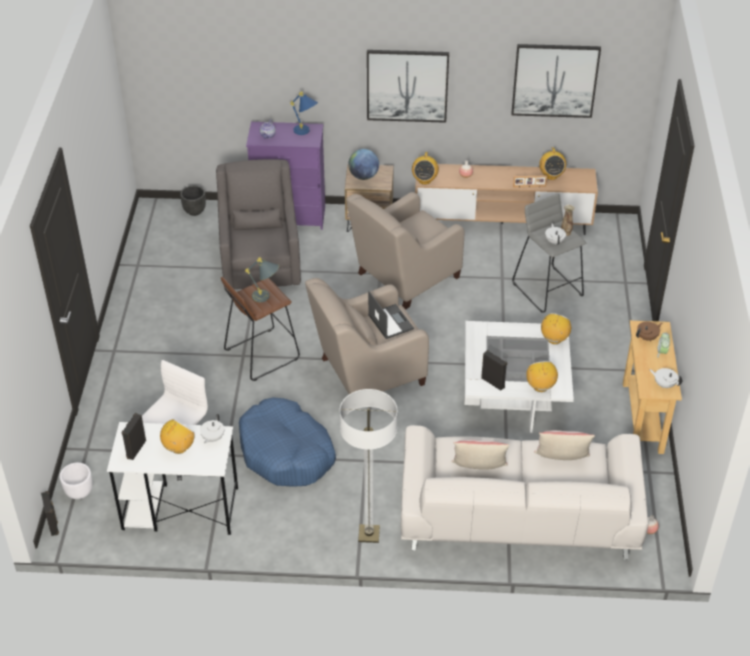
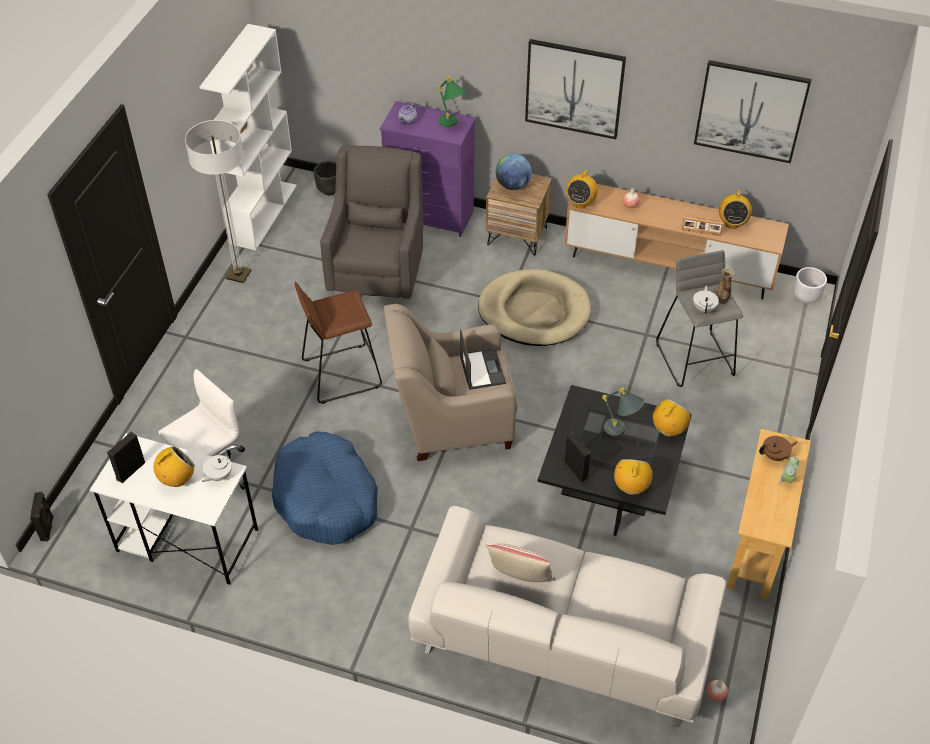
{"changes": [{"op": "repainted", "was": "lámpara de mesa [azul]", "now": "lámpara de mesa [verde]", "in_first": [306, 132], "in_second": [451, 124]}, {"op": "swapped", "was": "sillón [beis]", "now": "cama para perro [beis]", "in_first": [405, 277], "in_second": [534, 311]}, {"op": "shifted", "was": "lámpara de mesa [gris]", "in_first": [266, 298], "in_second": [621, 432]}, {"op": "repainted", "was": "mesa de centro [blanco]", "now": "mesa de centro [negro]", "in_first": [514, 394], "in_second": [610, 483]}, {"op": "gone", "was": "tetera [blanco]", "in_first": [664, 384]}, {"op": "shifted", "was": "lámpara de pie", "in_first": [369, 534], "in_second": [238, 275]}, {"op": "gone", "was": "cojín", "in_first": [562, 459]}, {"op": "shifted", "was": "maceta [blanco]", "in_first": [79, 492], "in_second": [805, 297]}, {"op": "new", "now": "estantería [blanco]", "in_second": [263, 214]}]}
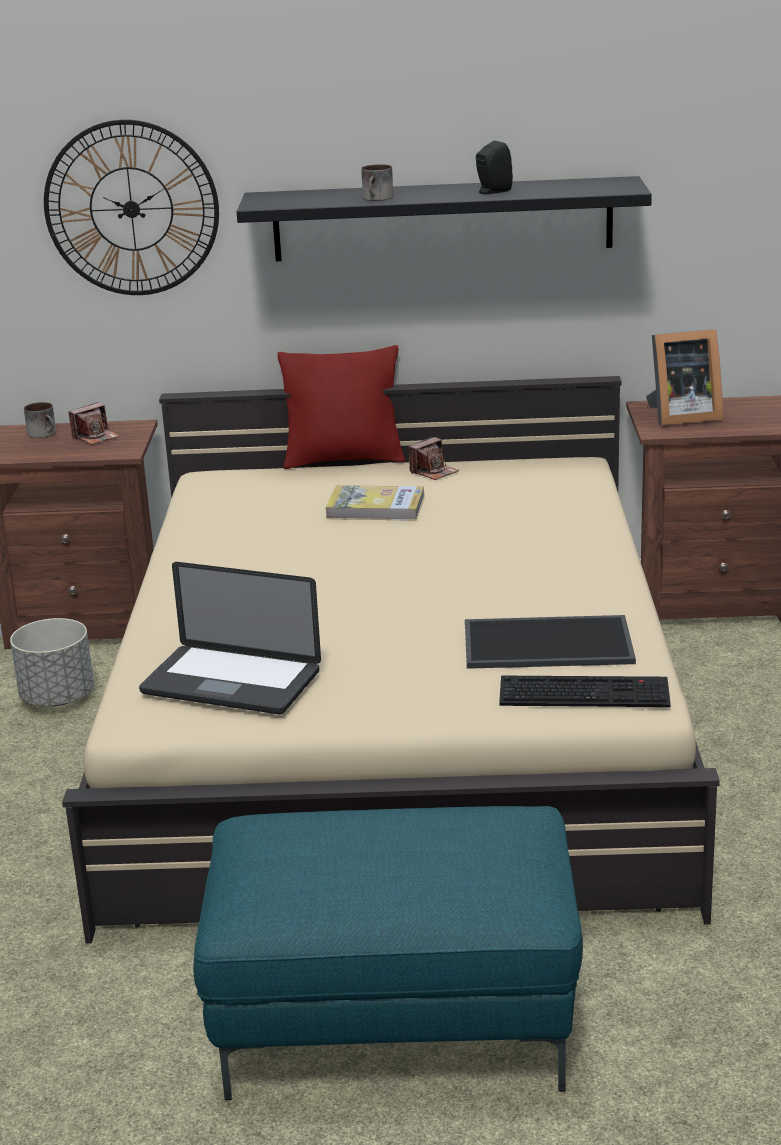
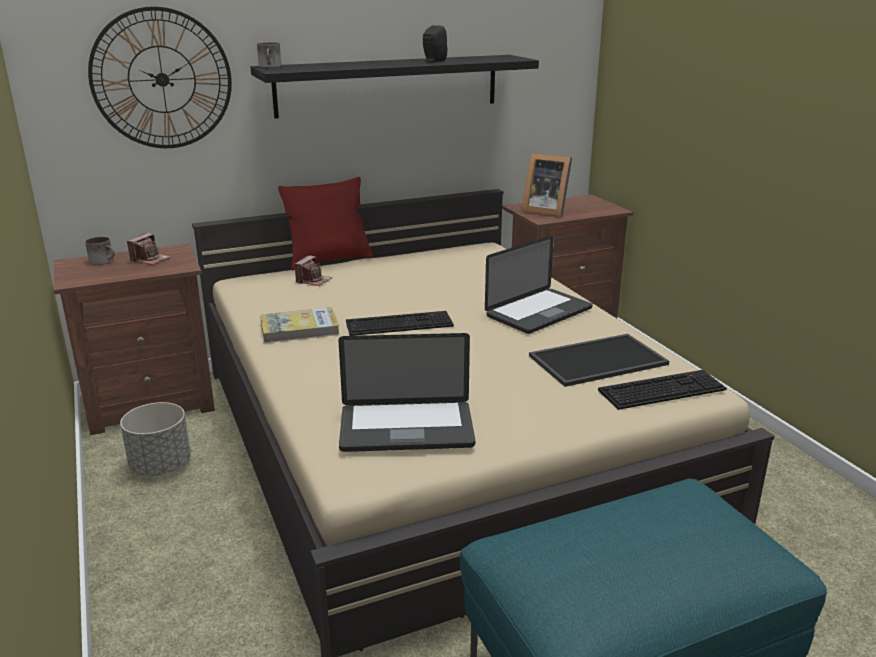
{"changes": [{"op": "shifted", "was": "taza grande", "in_first": [378, 198], "in_second": [271, 67]}, {"op": "rotated", "was": "portarretratos", "in_first": [680, 416], "in_second": [545, 210], "clockwise": 60}, {"op": "shifted", "was": "cámara", "in_first": [434, 472], "in_second": [313, 281]}, {"op": "shifted", "was": "libro", "in_first": [375, 508], "in_second": [299, 329]}, {"op": "new", "now": "portátil", "in_second": [539, 312]}, {"op": "new", "now": "teclado", "in_second": [400, 323]}]}
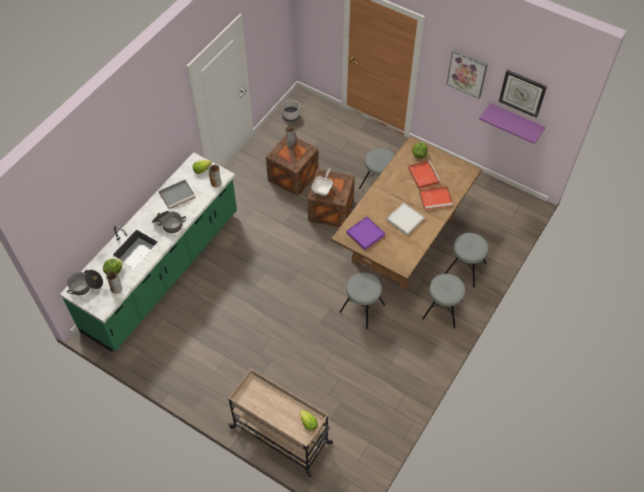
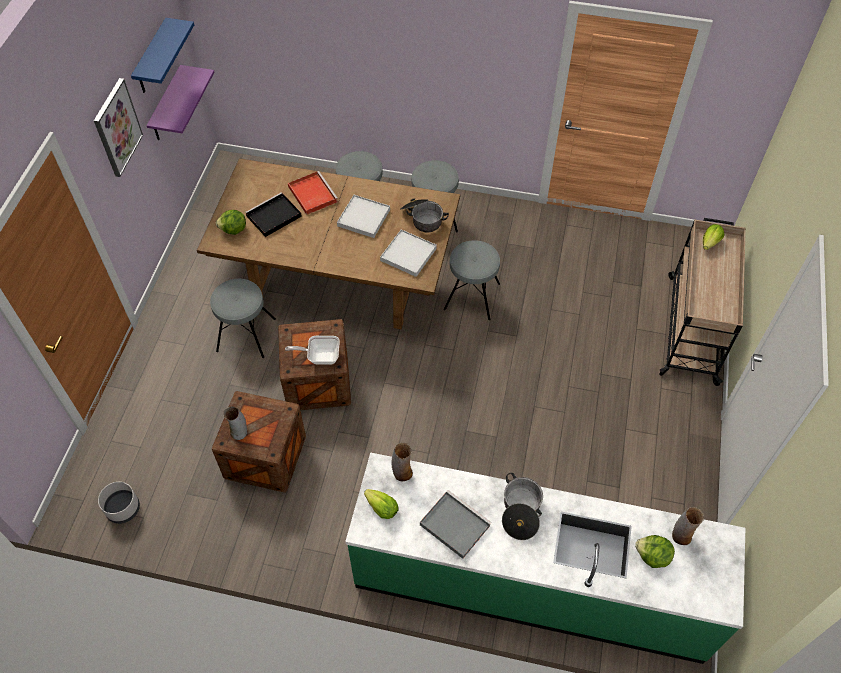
{"changes": [{"op": "swapped", "was": "reloj de pared", "now": "estante [azul]", "in_first": [522, 93], "in_second": [152, 58]}, {"op": "repainted", "was": "bandeja [rojo]", "now": "bandeja [negro]", "in_first": [423, 175], "in_second": [273, 217]}, {"op": "repainted", "was": "bandeja [morado]", "now": "bandeja [blanco]", "in_first": [365, 234], "in_second": [408, 254]}, {"op": "shifted", "was": "olla", "in_first": [86, 286], "in_second": [422, 219]}]}
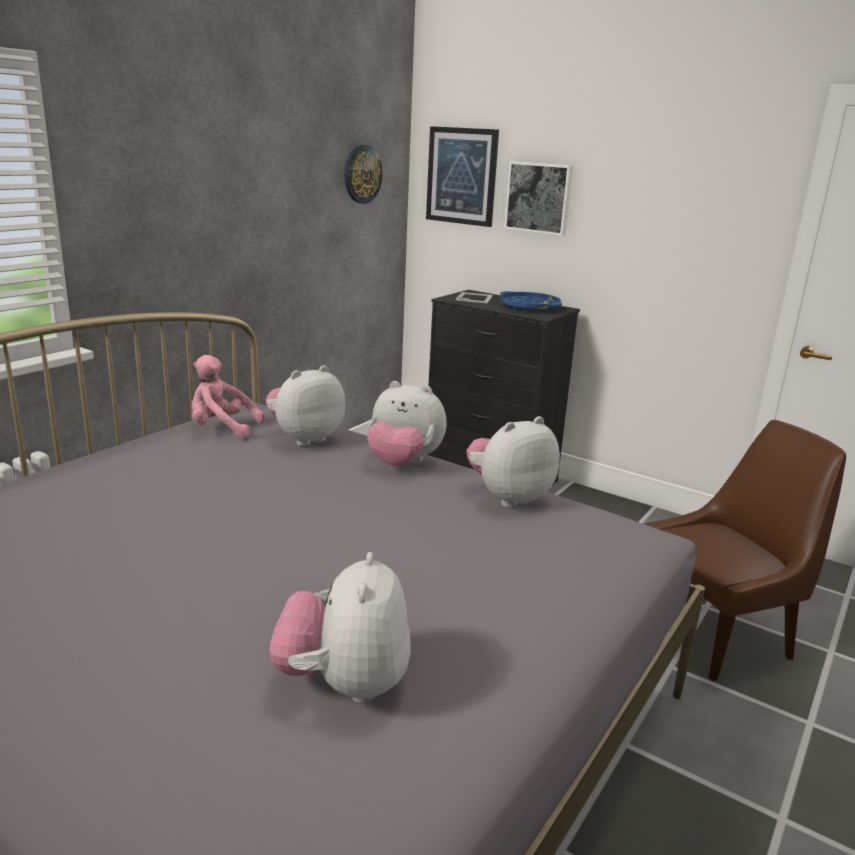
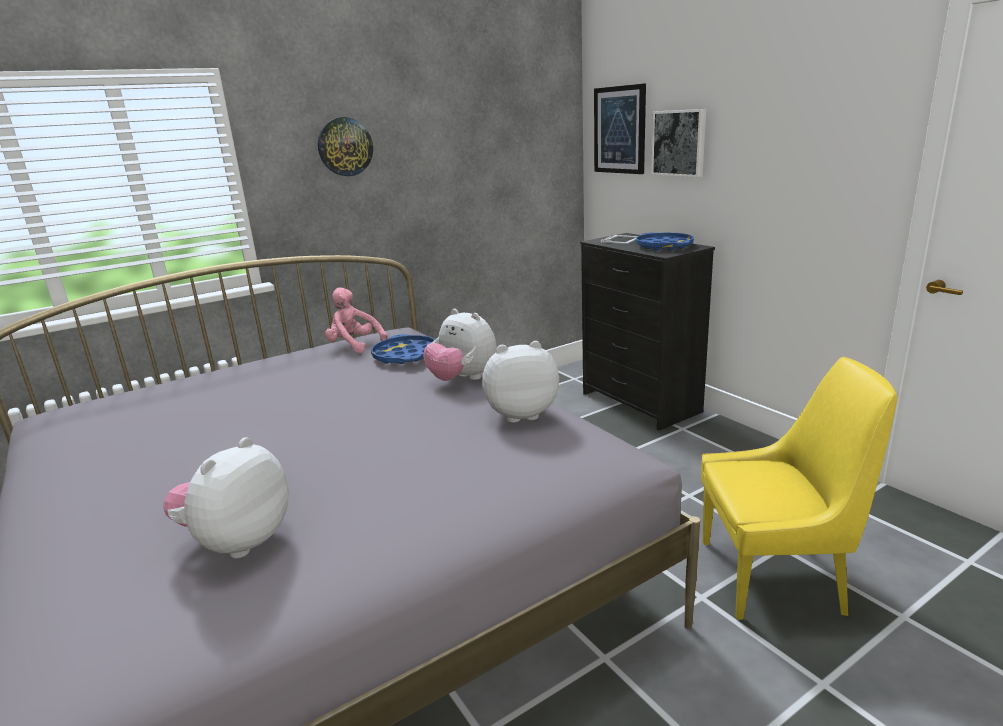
{"changes": [{"op": "shifted", "was": "reloj de pared", "in_first": [362, 174], "in_second": [345, 147]}, {"op": "swapped", "was": "peluche", "now": "bandeja [azul]", "in_first": [305, 438], "in_second": [405, 355]}, {"op": "repainted", "was": "silla [marrón]", "now": "silla [amarillo]", "in_first": [718, 634], "in_second": [776, 576]}]}
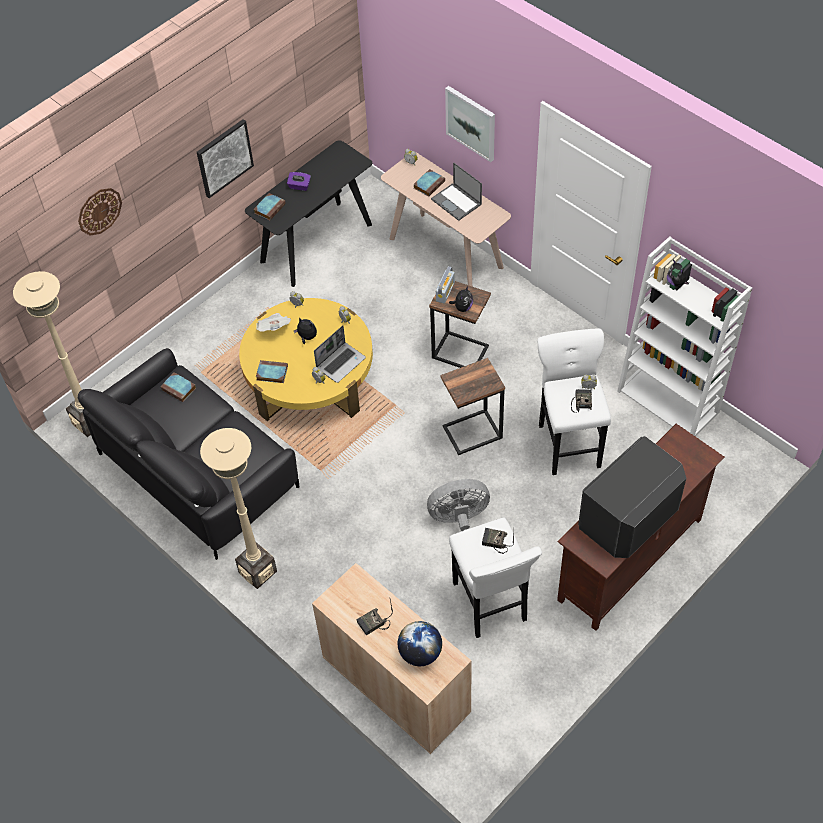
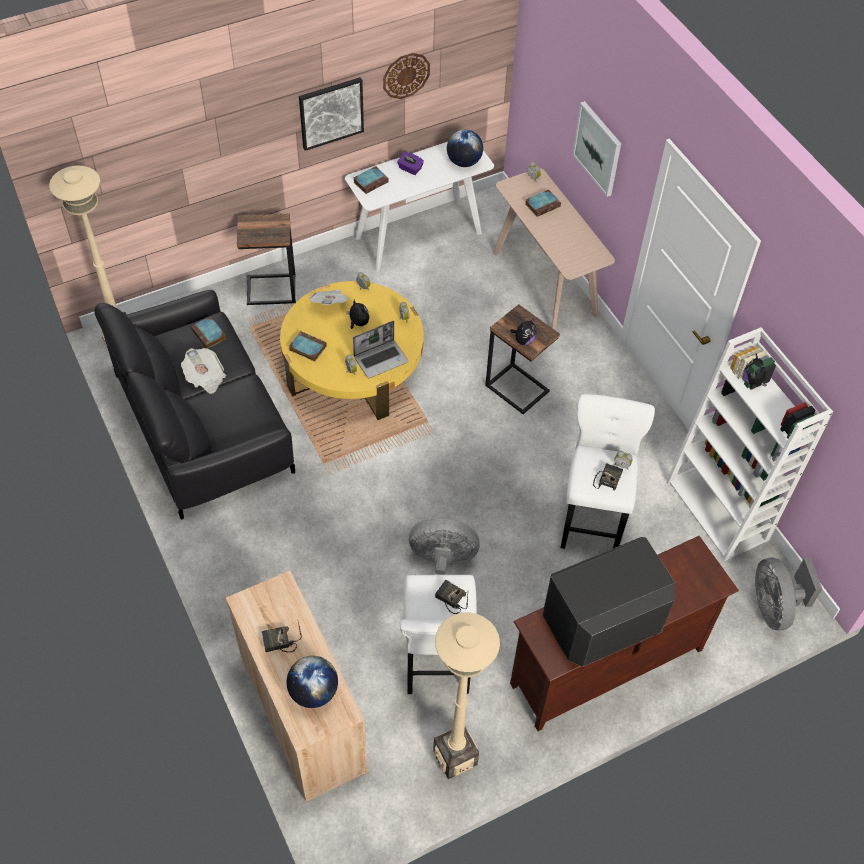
{"changes": [{"op": "repainted", "was": "mesa consola [negro]", "now": "mesa consola [blanco]", "in_first": [316, 242], "in_second": [418, 235]}, {"op": "gone", "was": "portátil", "in_first": [457, 202]}, {"op": "shifted", "was": "reloj de pared", "in_first": [99, 211], "in_second": [406, 75]}, {"op": "gone", "was": "radio", "in_first": [445, 291]}, {"op": "shifted", "was": "mesa auxiliar", "in_first": [473, 433], "in_second": [271, 290]}, {"op": "shifted", "was": "lámpara de pie [beis]", "in_first": [257, 572], "in_second": [455, 757]}, {"op": "new", "now": "globo terráqueo", "in_second": [464, 162]}, {"op": "new", "now": "periódico", "in_second": [205, 377]}, {"op": "new", "now": "ventilador [gris]", "in_second": [774, 606]}]}
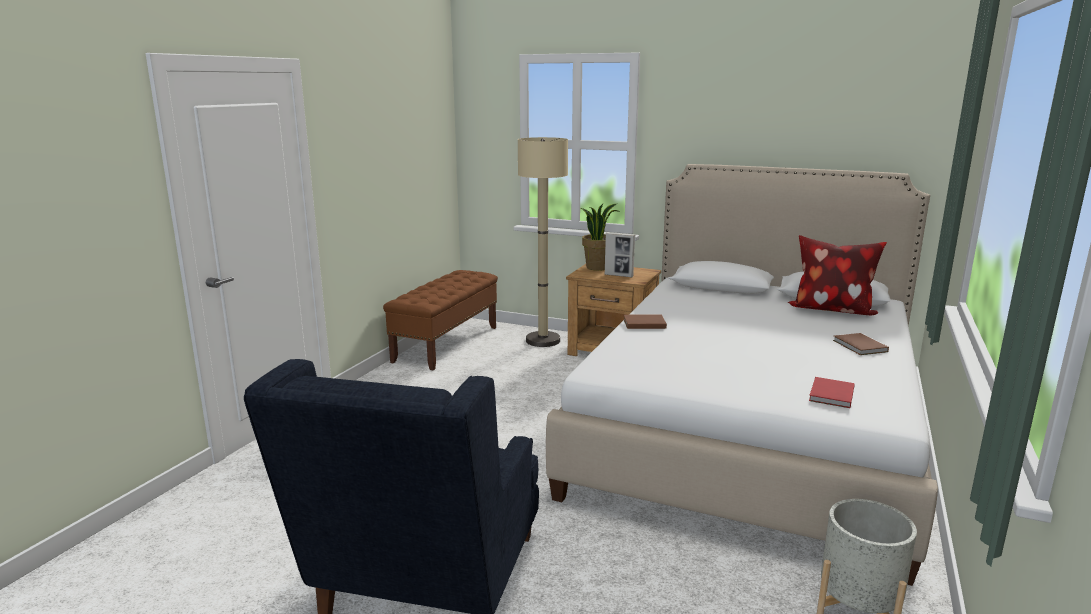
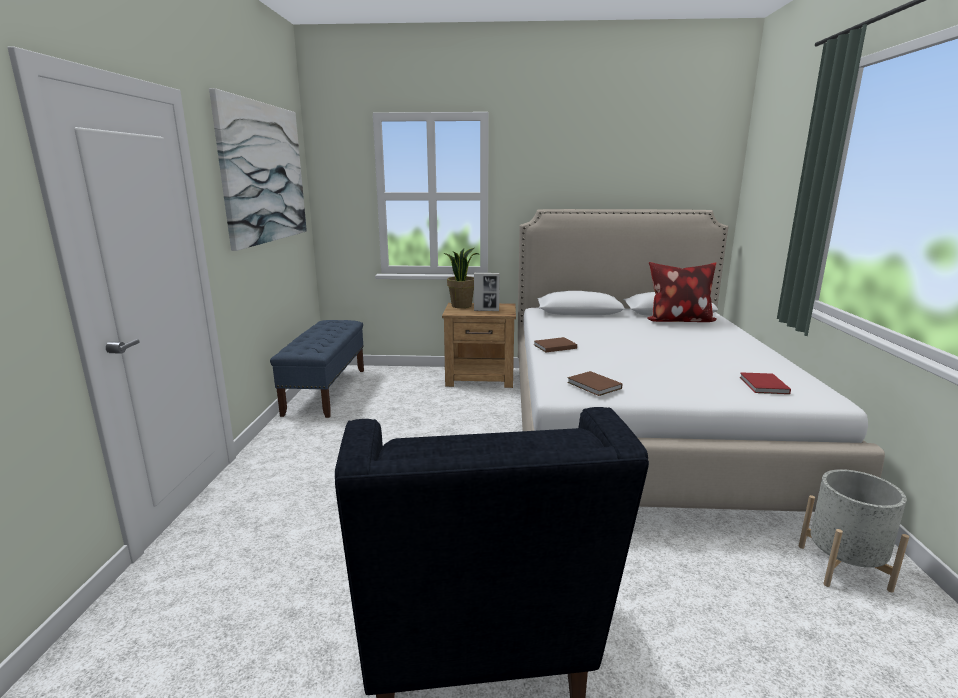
{"changes": [{"op": "gone", "was": "lámpara de pie [beis]", "in_first": [543, 340]}, {"op": "repainted", "was": "banco [marrón]", "now": "banco [azul]", "in_first": [446, 344], "in_second": [326, 391]}, {"op": "shifted", "was": "libro [marrón]", "in_first": [860, 346], "in_second": [594, 386]}, {"op": "new", "now": "cuadro", "in_second": [264, 173]}]}
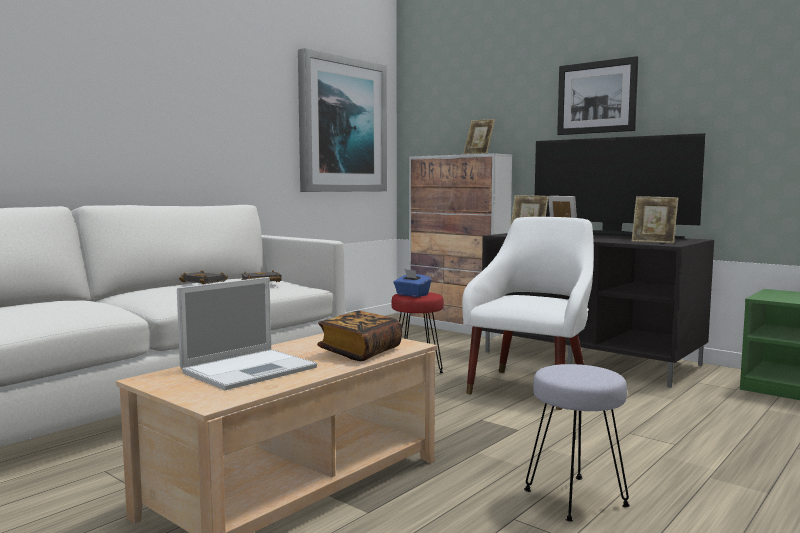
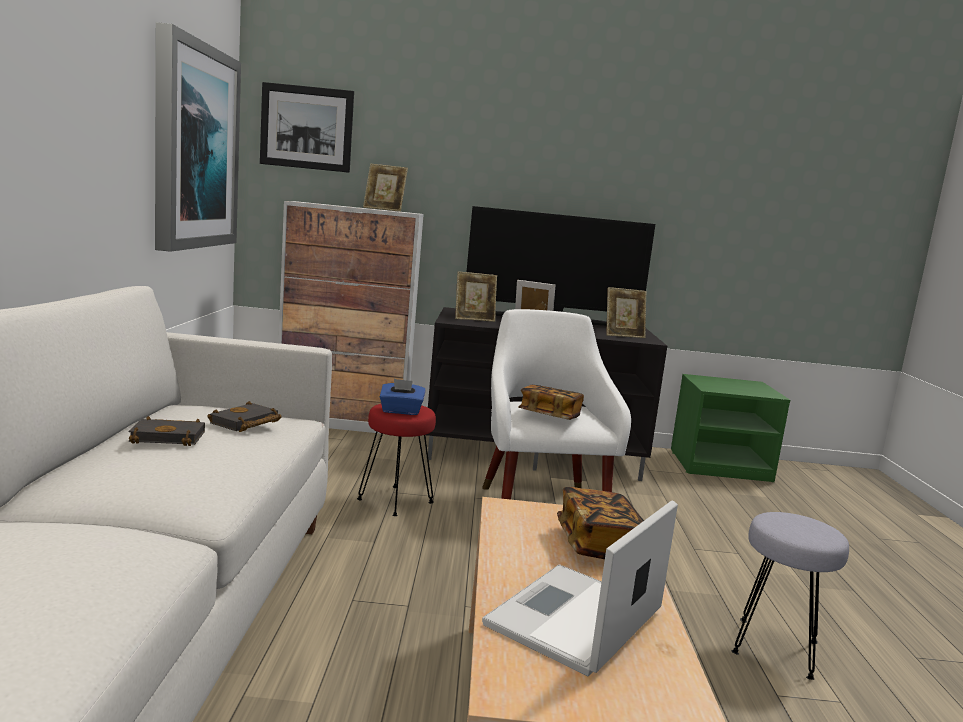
{"changes": [{"op": "shifted", "was": "cuadro", "in_first": [596, 97], "in_second": [306, 128]}, {"op": "rotated", "was": "portátil", "in_first": [251, 369], "in_second": [573, 620], "clockwise": -150}, {"op": "new", "now": "libro", "in_second": [549, 416]}]}
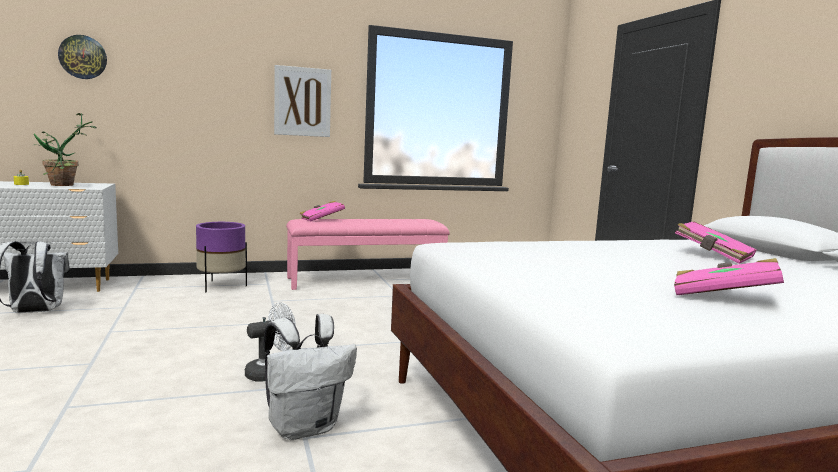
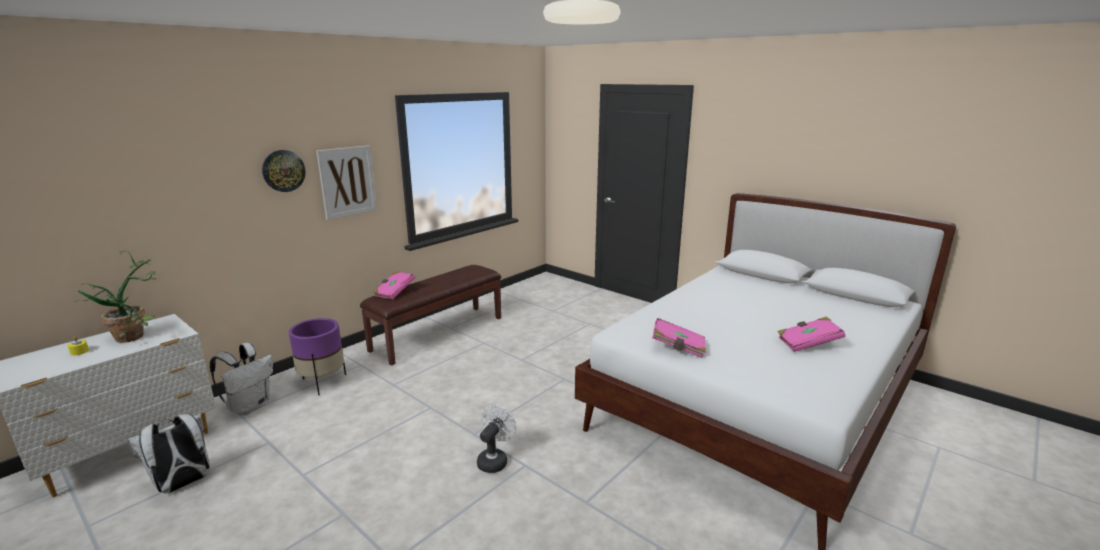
{"changes": [{"op": "shifted", "was": "reloj de pared", "in_first": [83, 57], "in_second": [283, 171]}, {"op": "repainted", "was": "banco [rosa]", "now": "banco [marrón]", "in_first": [366, 280], "in_second": [438, 333]}, {"op": "shifted", "was": "libro [rosa]", "in_first": [713, 255], "in_second": [678, 348]}, {"op": "shifted", "was": "mochila [blanco]", "in_first": [305, 427], "in_second": [250, 406]}]}
